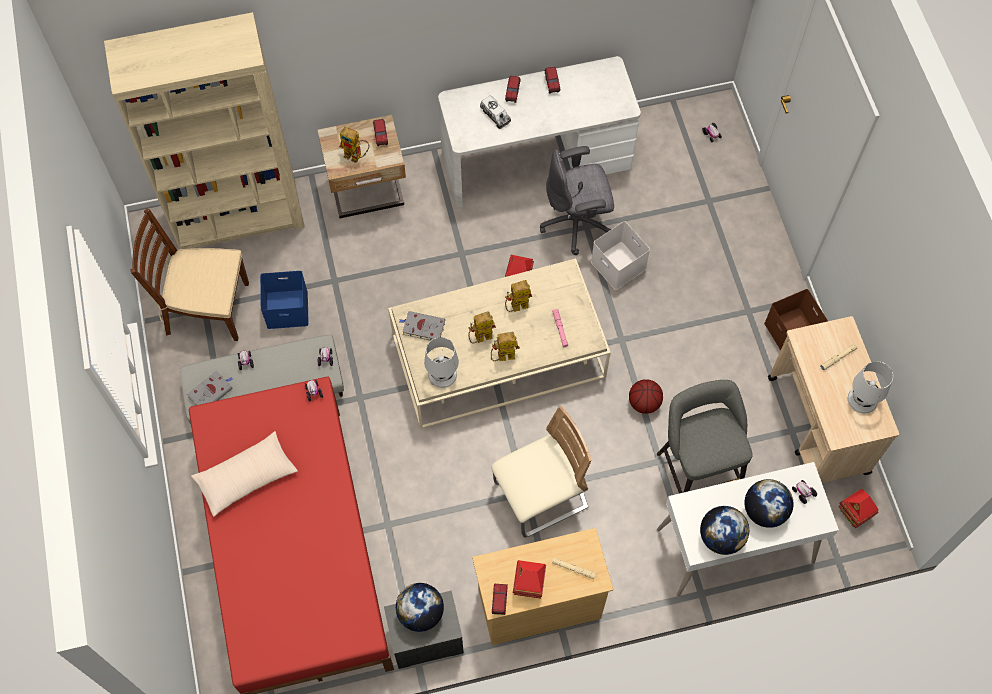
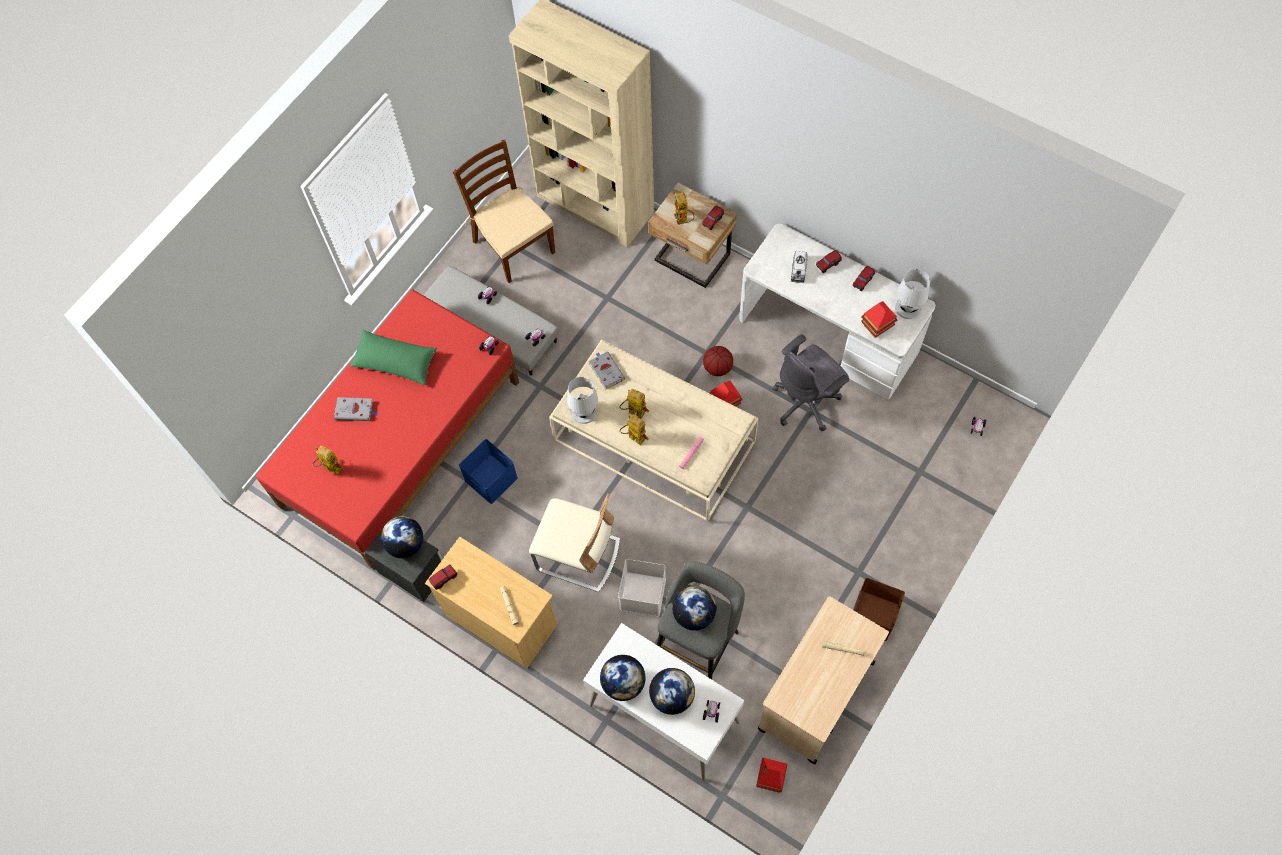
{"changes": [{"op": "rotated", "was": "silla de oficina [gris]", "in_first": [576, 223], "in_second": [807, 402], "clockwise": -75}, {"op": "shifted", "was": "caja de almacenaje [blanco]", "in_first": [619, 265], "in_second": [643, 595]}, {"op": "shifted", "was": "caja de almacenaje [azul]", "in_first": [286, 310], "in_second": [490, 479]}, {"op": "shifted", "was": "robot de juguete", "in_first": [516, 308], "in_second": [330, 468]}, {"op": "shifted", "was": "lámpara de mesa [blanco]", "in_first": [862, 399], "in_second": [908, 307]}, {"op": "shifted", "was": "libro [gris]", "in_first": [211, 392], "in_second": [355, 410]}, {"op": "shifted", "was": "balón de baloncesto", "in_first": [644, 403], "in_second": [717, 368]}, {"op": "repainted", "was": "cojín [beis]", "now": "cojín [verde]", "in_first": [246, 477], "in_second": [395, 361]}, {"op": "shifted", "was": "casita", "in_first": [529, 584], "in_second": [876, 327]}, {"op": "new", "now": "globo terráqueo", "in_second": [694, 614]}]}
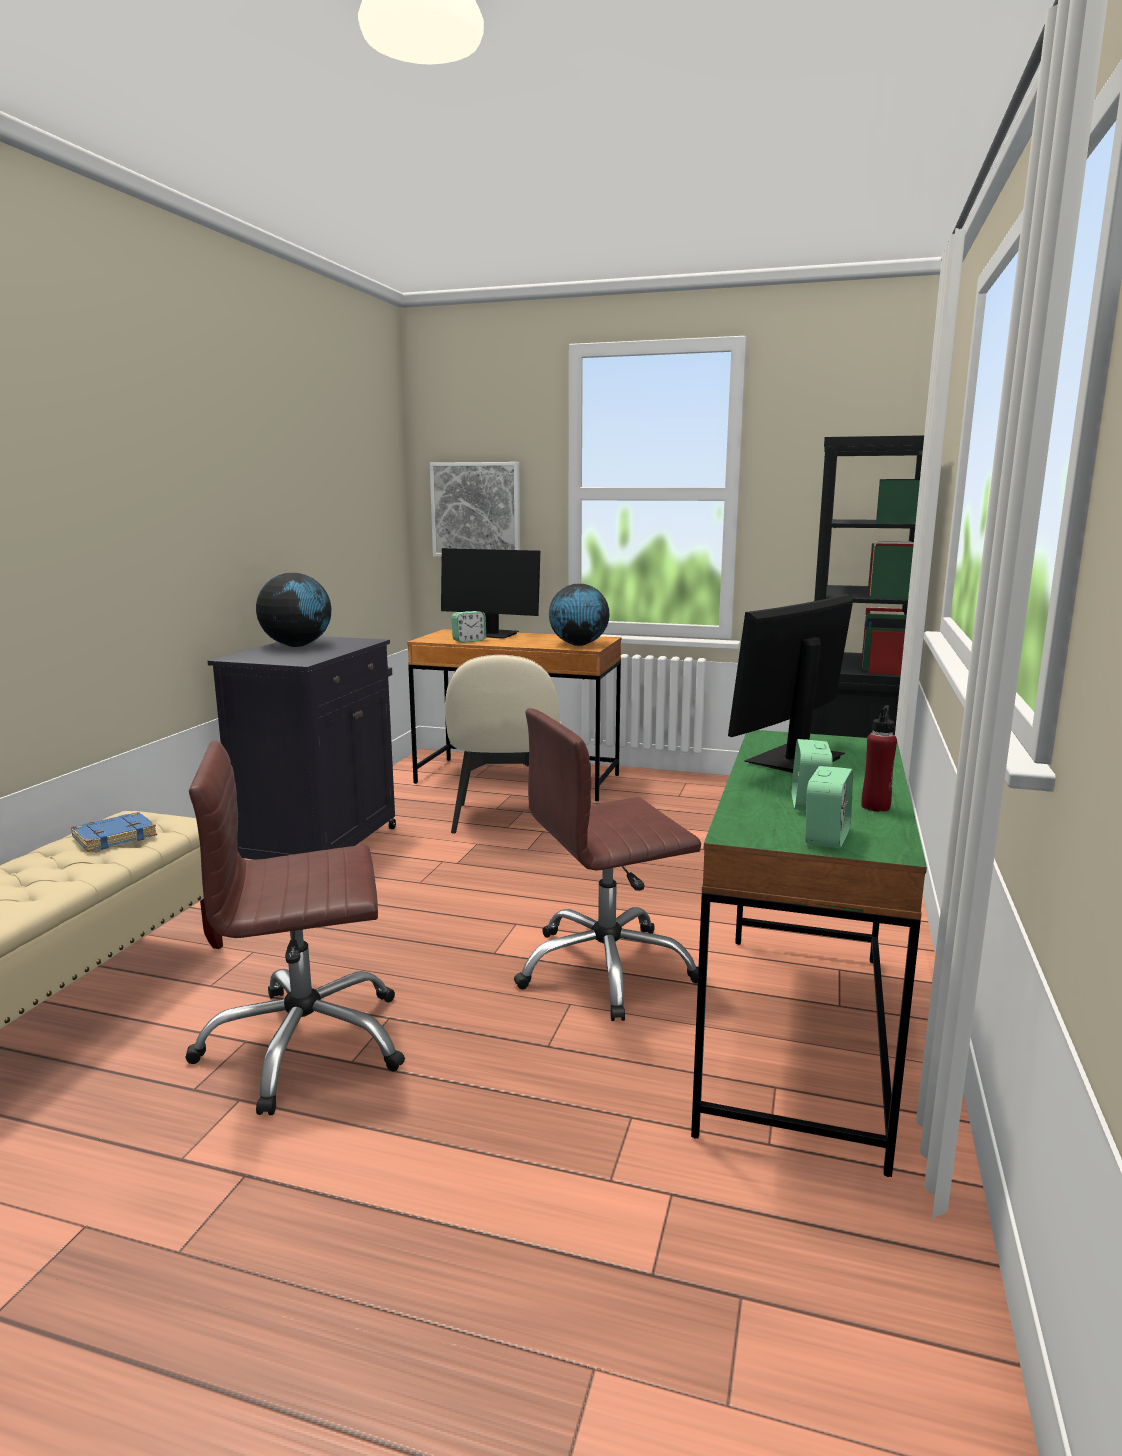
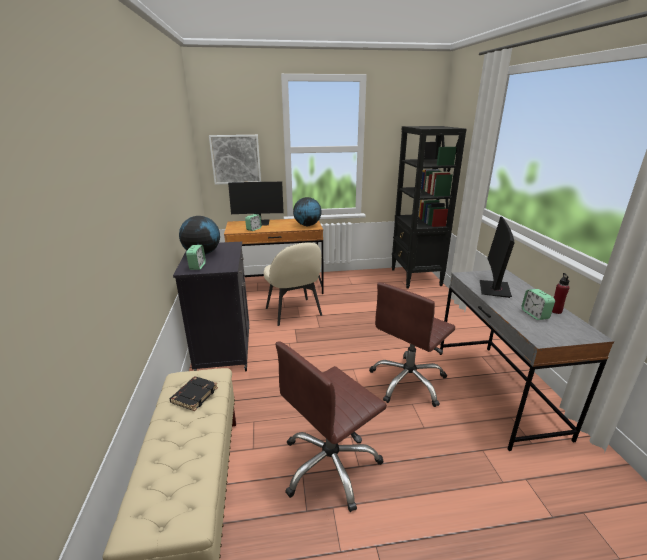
{"changes": [{"op": "repainted", "was": "escritorio [verde]", "now": "escritorio [gris]", "in_first": [797, 1036], "in_second": [497, 391]}, {"op": "shifted", "was": "despertador", "in_first": [827, 837], "in_second": [197, 266]}, {"op": "repainted", "was": "libro [azul]", "now": "libro [negro]", "in_first": [115, 837], "in_second": [194, 395]}]}
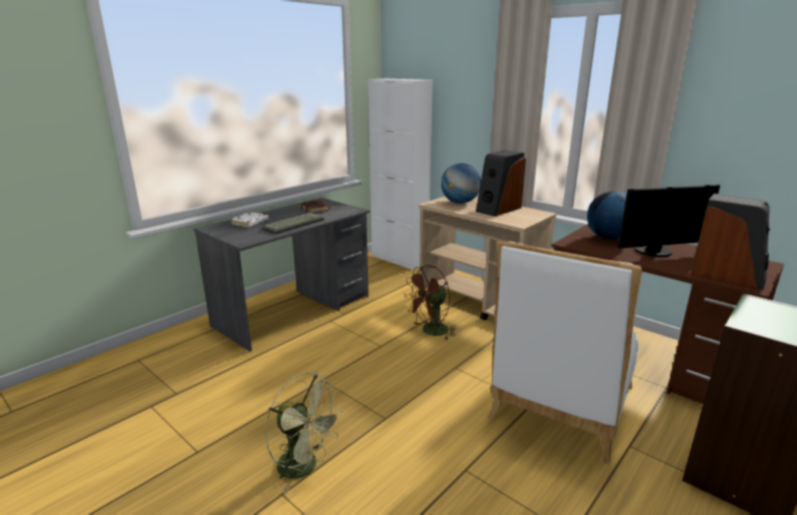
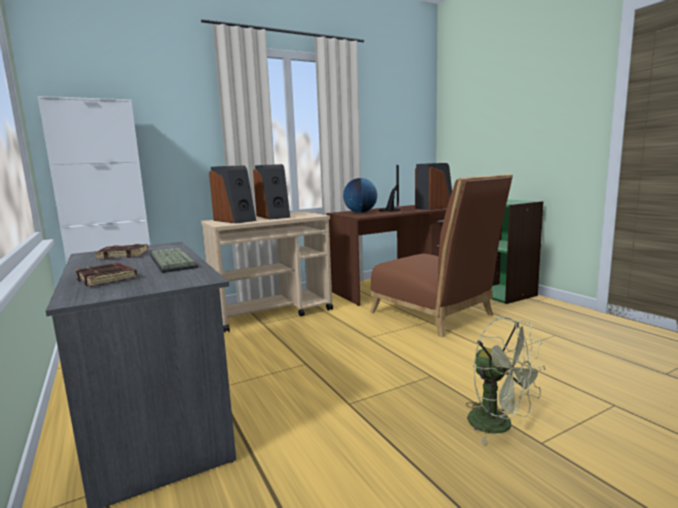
{"changes": [{"op": "swapped", "was": "globo terráqueo", "now": "altavoz", "in_first": [460, 202], "in_second": [235, 220]}, {"op": "repainted", "was": "libro [blanco]", "now": "libro [marrón]", "in_first": [250, 222], "in_second": [107, 279]}, {"op": "repainted", "was": "silla [blanco]", "now": "silla [marrón]", "in_first": [559, 408], "in_second": [436, 315]}, {"op": "gone", "was": "ventilador [marrón]", "in_first": [430, 332]}, {"op": "rotated", "was": "ventilador [verde]", "in_first": [305, 467], "in_second": [499, 425], "clockwise": 90}]}
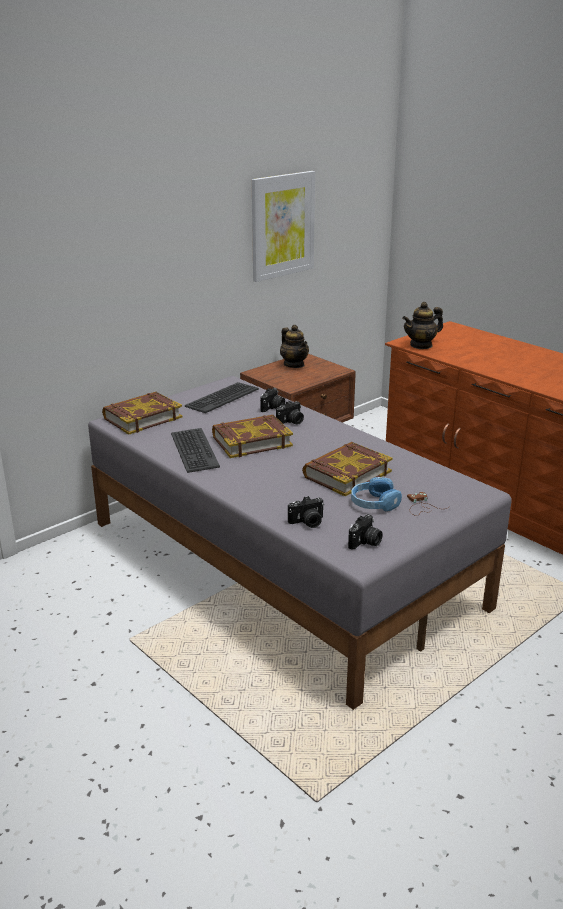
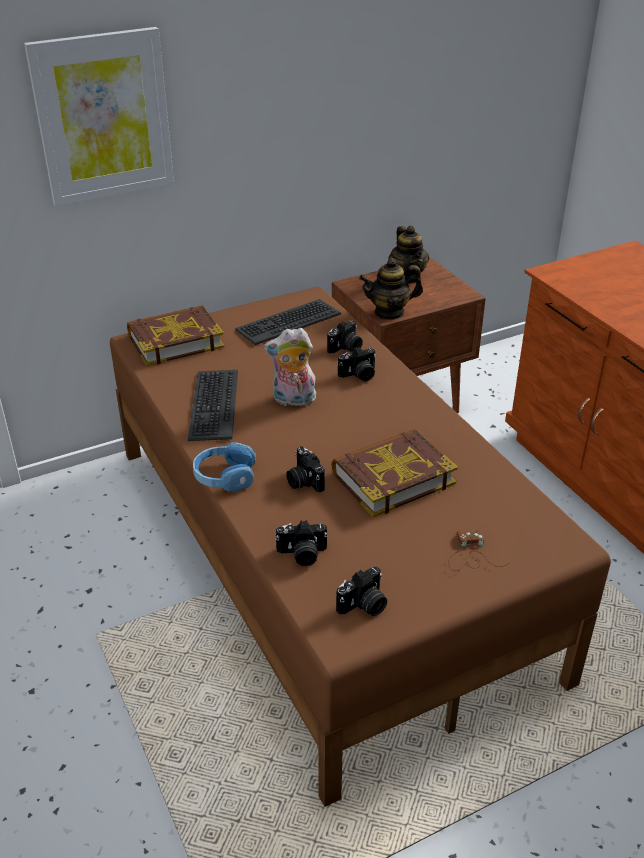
{"changes": [{"op": "shifted", "was": "cuadro", "in_first": [282, 225], "in_second": [103, 117]}, {"op": "shifted", "was": "tetera", "in_first": [421, 345], "in_second": [389, 312]}, {"op": "repainted", "was": "cama [gris]", "now": "cama [marrón]", "in_first": [281, 562], "in_second": [323, 553]}, {"op": "swapped", "was": "libro", "now": "peluche", "in_first": [251, 441], "in_second": [293, 400]}, {"op": "shifted", "was": "auriculares [azul]", "in_first": [374, 503], "in_second": [224, 476]}, {"op": "new", "now": "cámara", "in_second": [303, 481]}]}
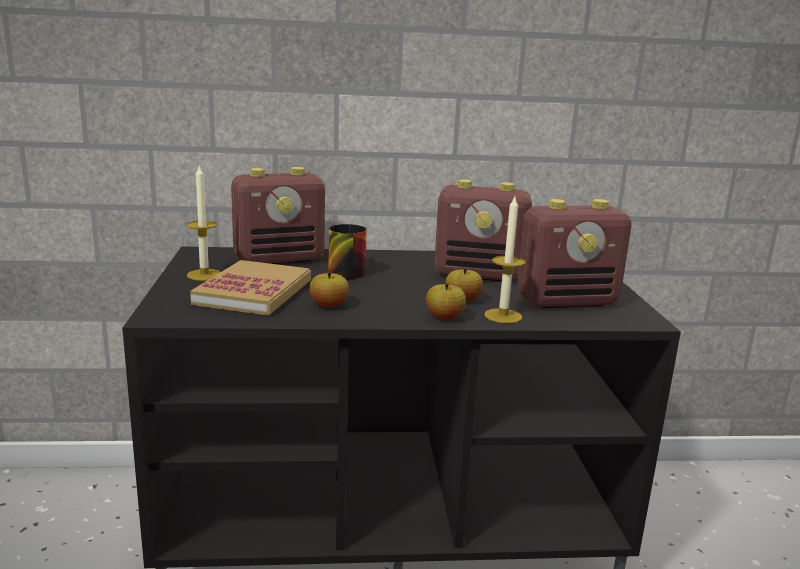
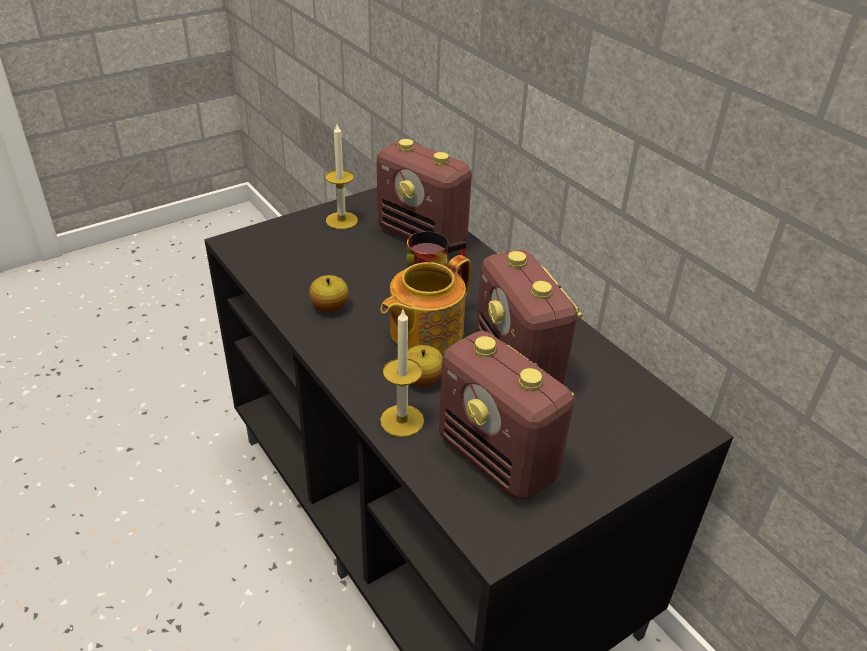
{"changes": [{"op": "gone", "was": "libro", "in_first": [254, 292]}, {"op": "gone", "was": "manzana", "in_first": [444, 317]}, {"op": "new", "now": "tetera", "in_second": [424, 331]}]}
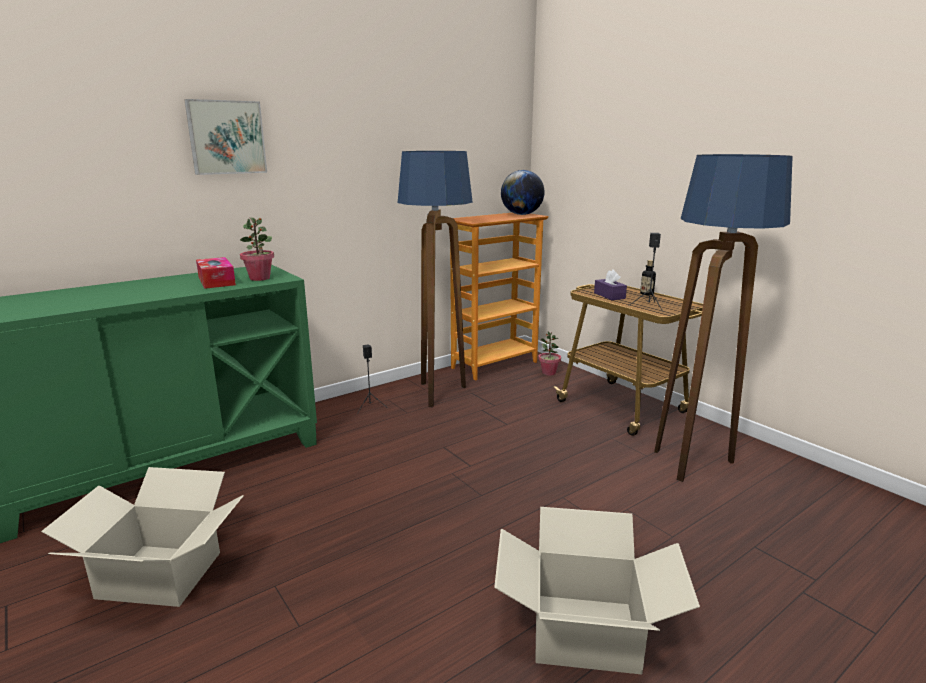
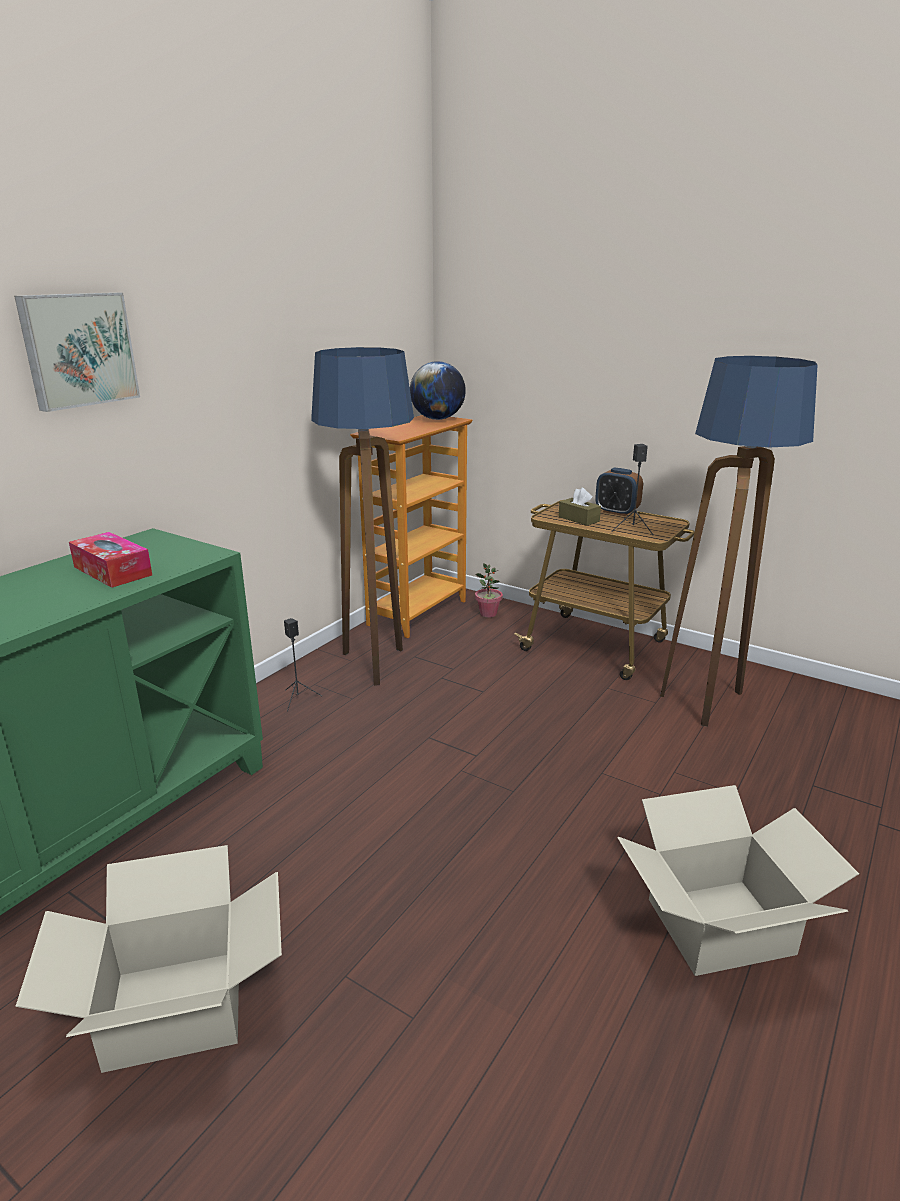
{"changes": [{"op": "gone", "was": "planta en maceta", "in_first": [260, 278]}, {"op": "swapped", "was": "botella", "now": "despertador", "in_first": [646, 294], "in_second": [616, 512]}, {"op": "repainted", "was": "caja de pañuelos [morado]", "now": "caja de pañuelos [marrón]", "in_first": [609, 295], "in_second": [578, 519]}]}
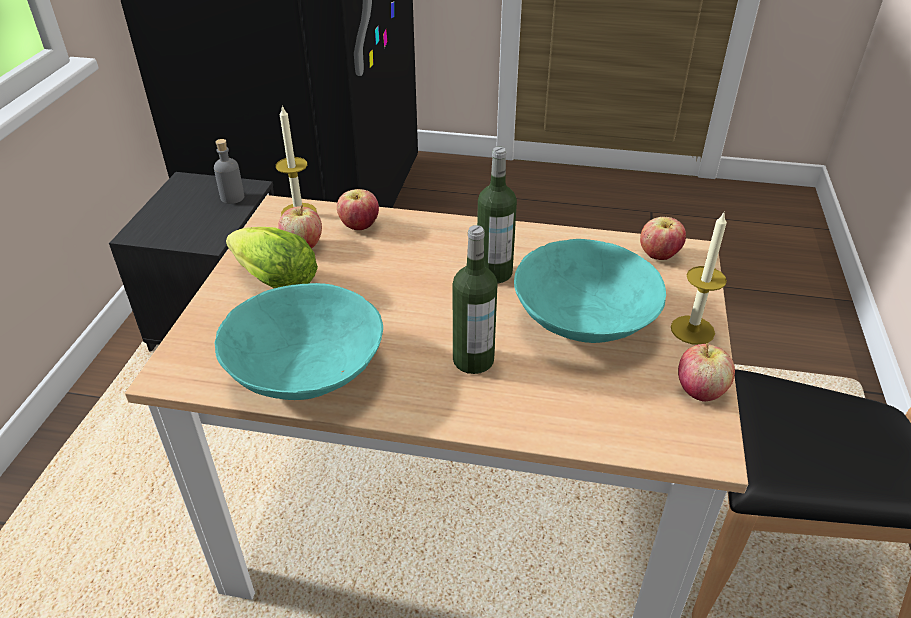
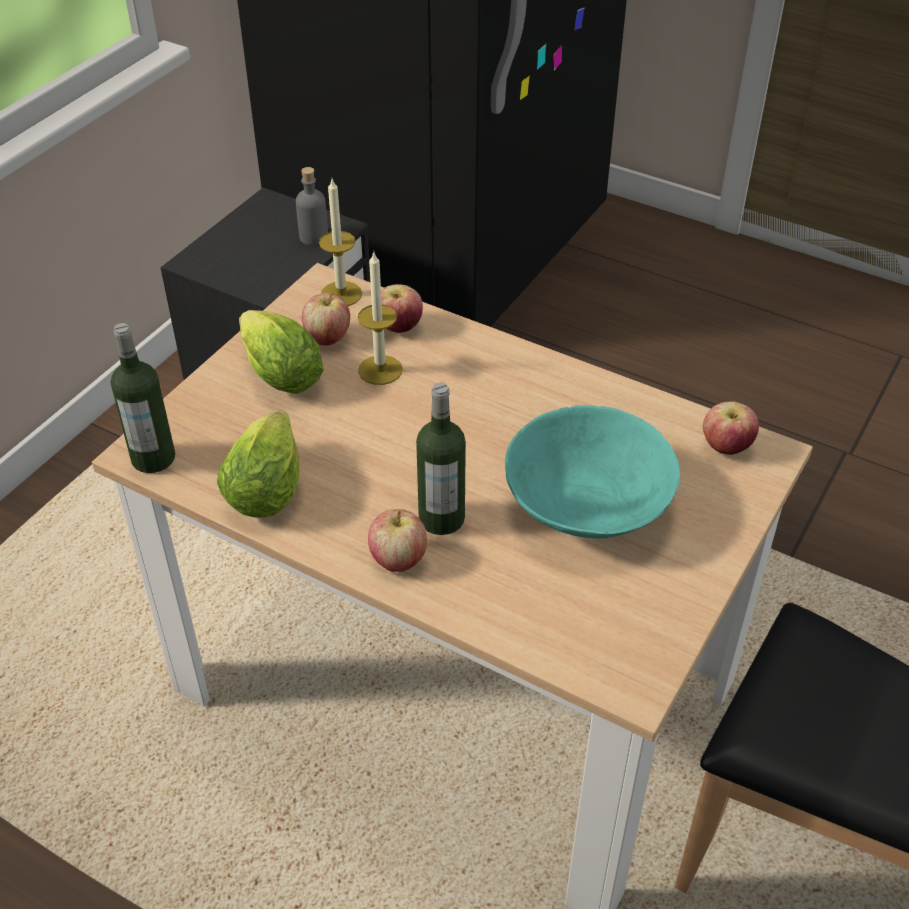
{"changes": [{"op": "shifted", "was": "botella", "in_first": [494, 273], "in_second": [153, 458]}, {"op": "shifted", "was": "vela", "in_first": [692, 330], "in_second": [380, 370]}, {"op": "swapped", "was": "cuenco [turquesa]", "now": "lechuga", "in_first": [306, 371], "in_second": [268, 485]}, {"op": "shifted", "was": "manzana", "in_first": [700, 391], "in_second": [398, 559]}]}
